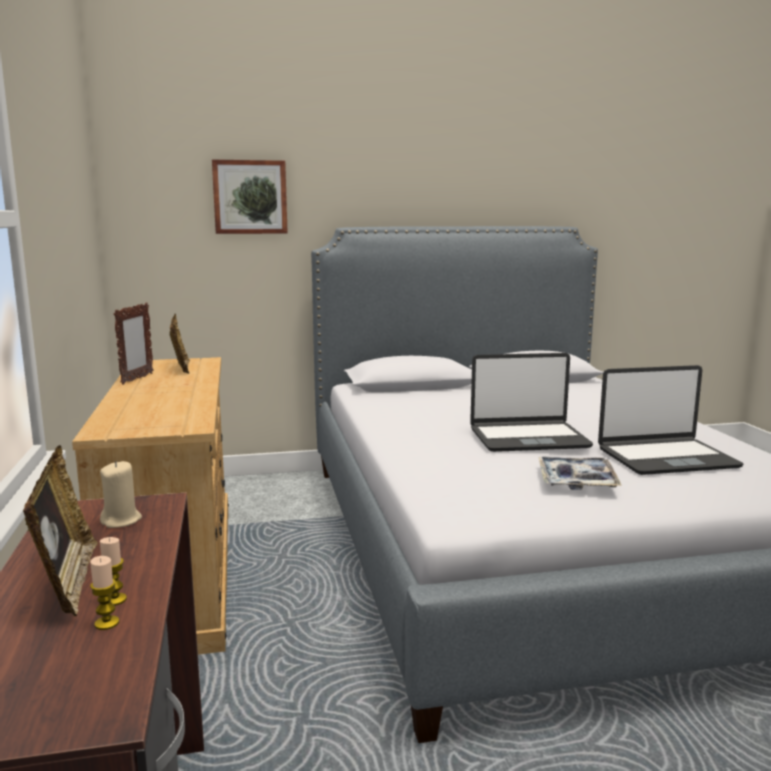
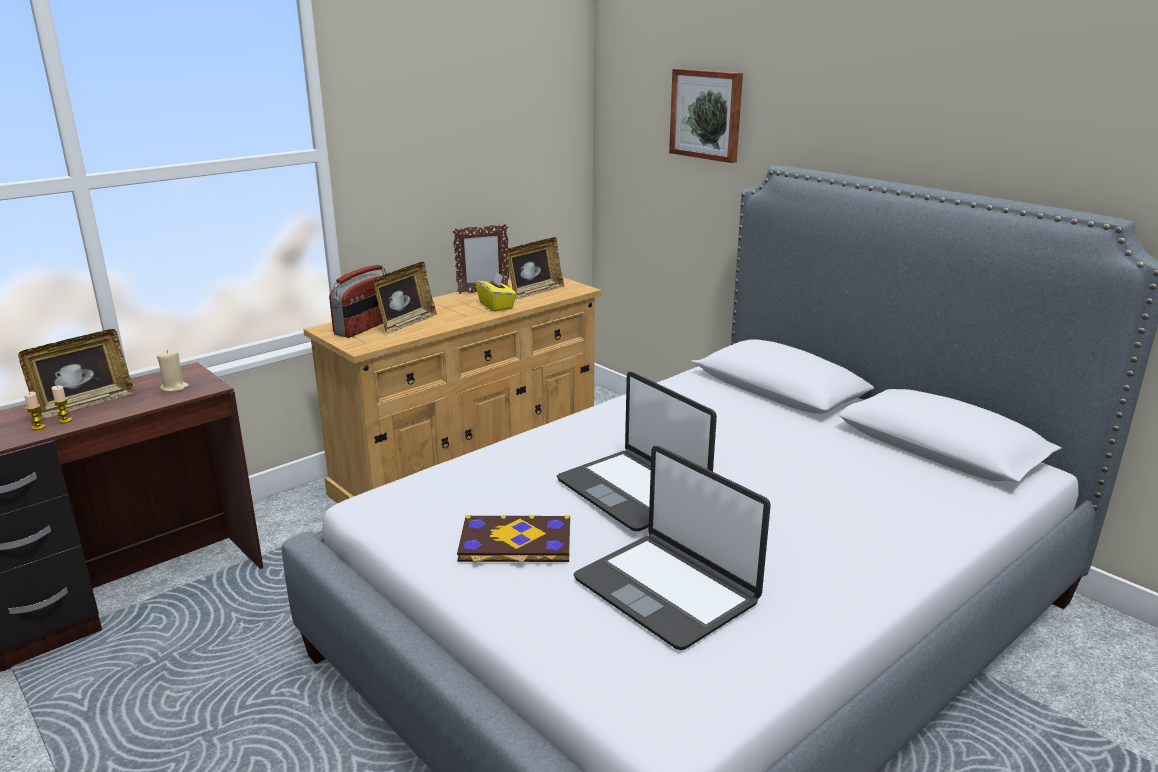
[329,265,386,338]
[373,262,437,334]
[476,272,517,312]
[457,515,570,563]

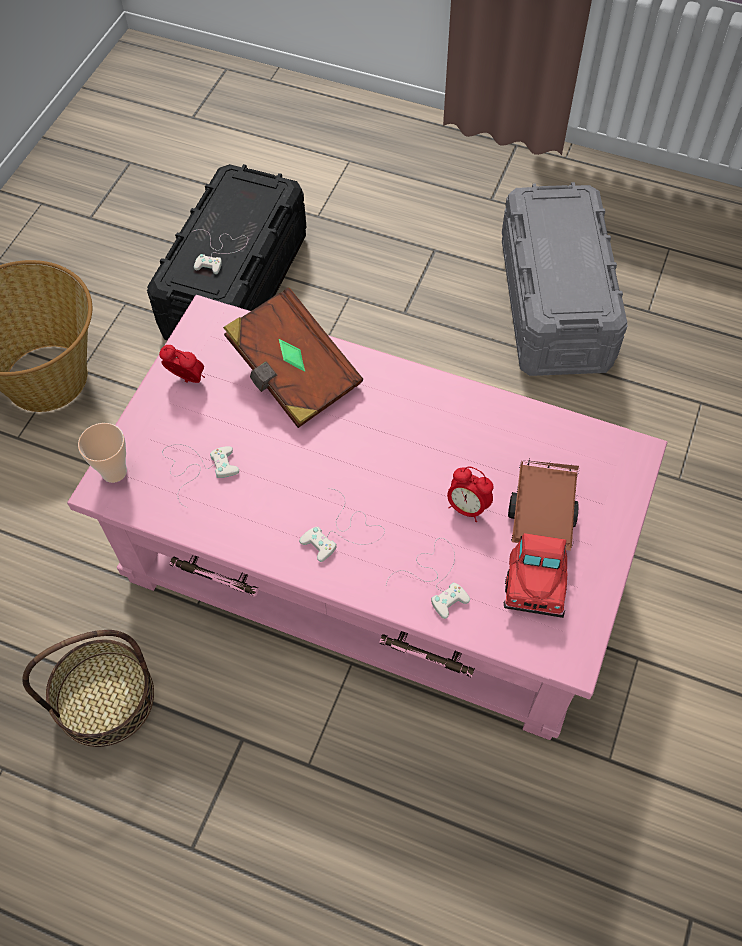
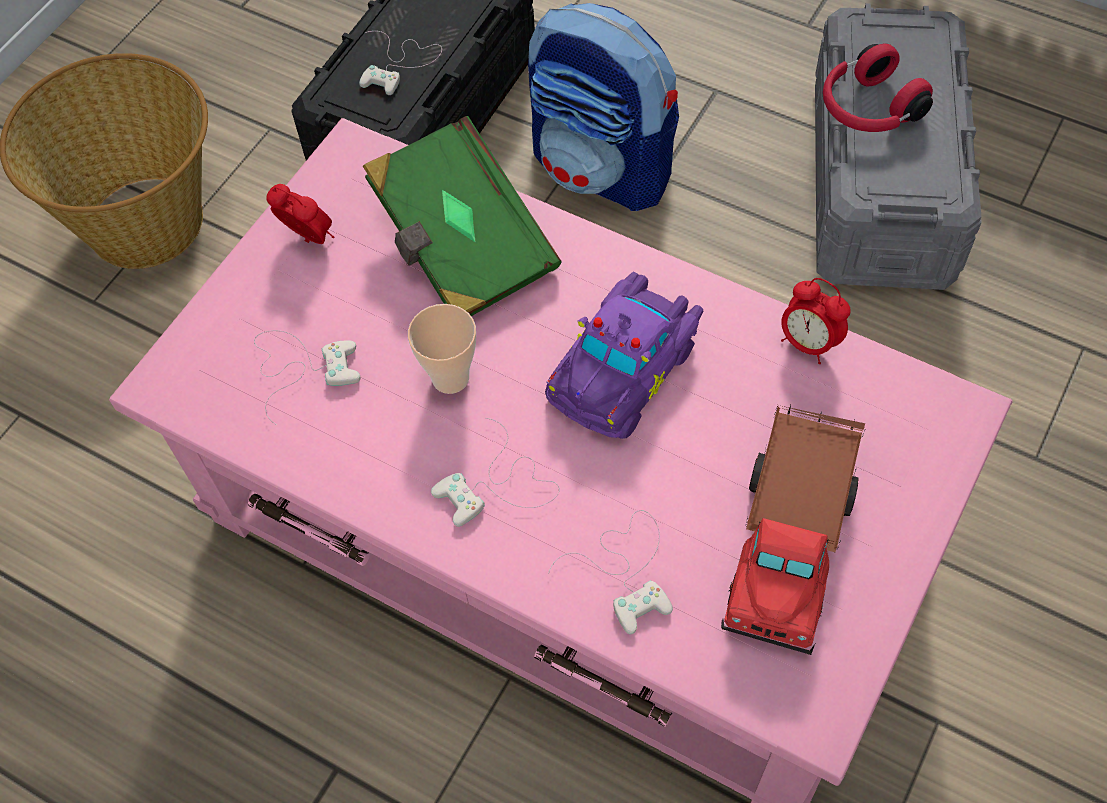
[22,630,154,747] (first image)
[528,3,679,211]
[545,272,703,439]
[823,43,933,132]
[408,304,476,394]
[781,278,851,364]
[363,116,561,316]

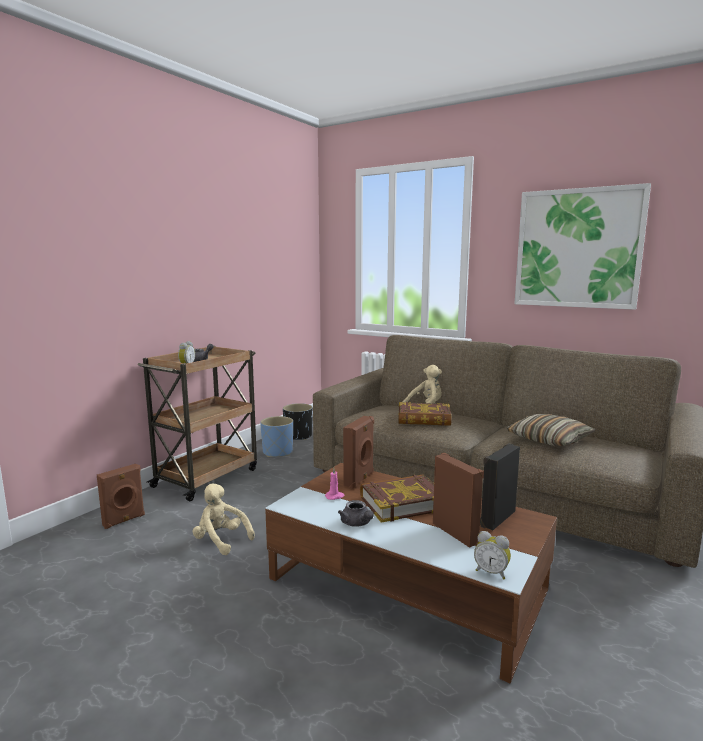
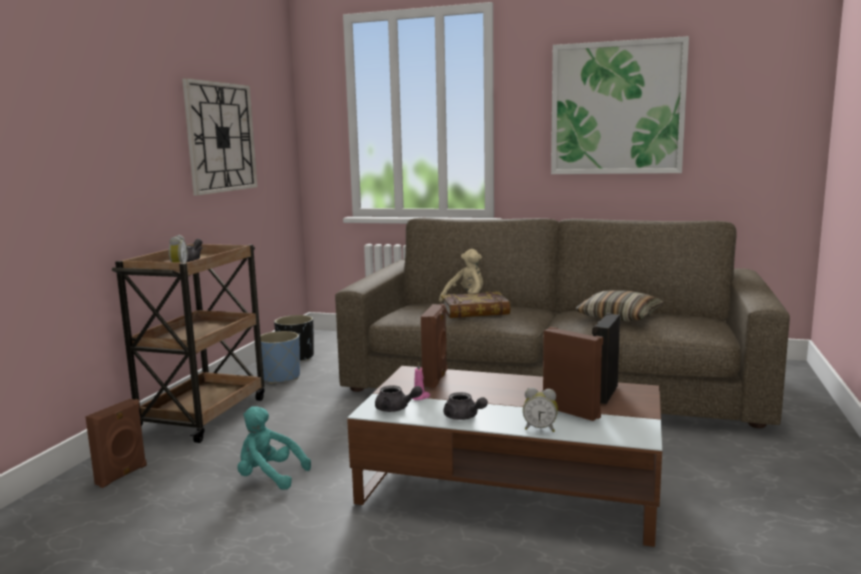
[360,475,434,522] (first image)
[182,78,257,196]
[375,385,423,412]
[523,388,558,432]
[237,406,311,490]

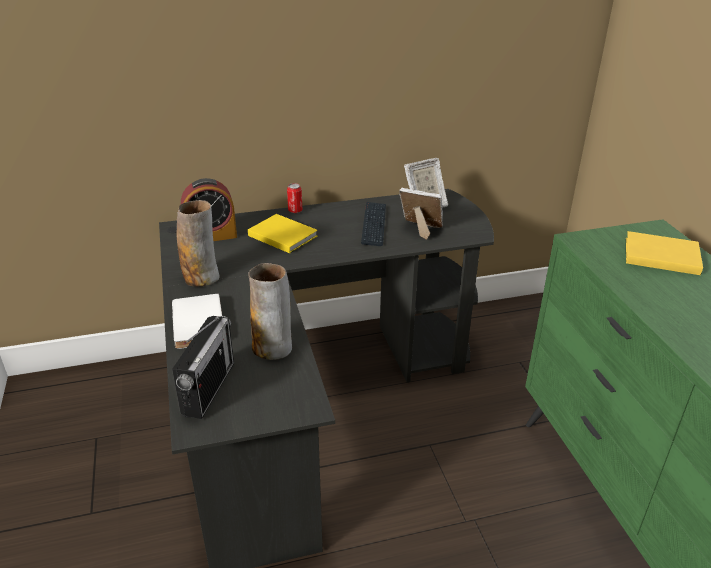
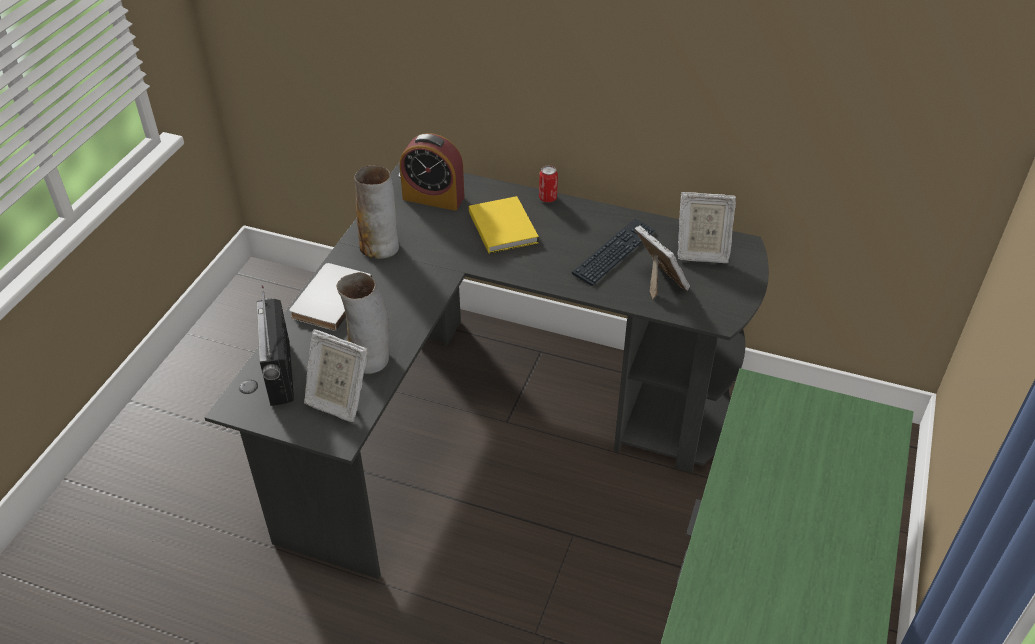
[626,231,703,275] (first image)
[304,329,368,422]
[257,286,294,406]

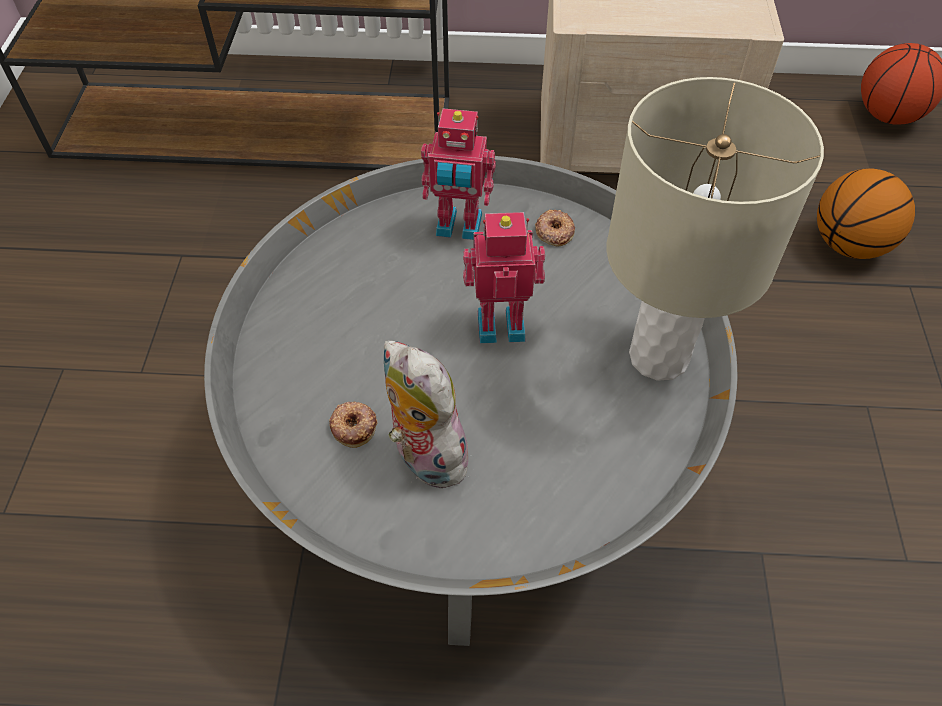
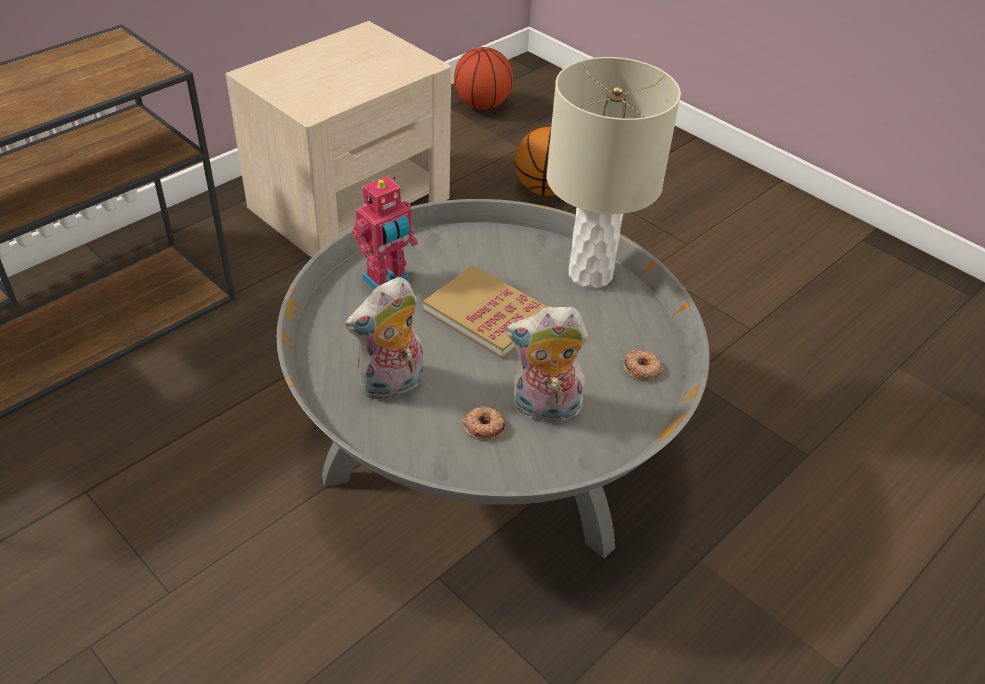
[346,277,423,400]
[624,349,663,381]
[423,265,547,359]

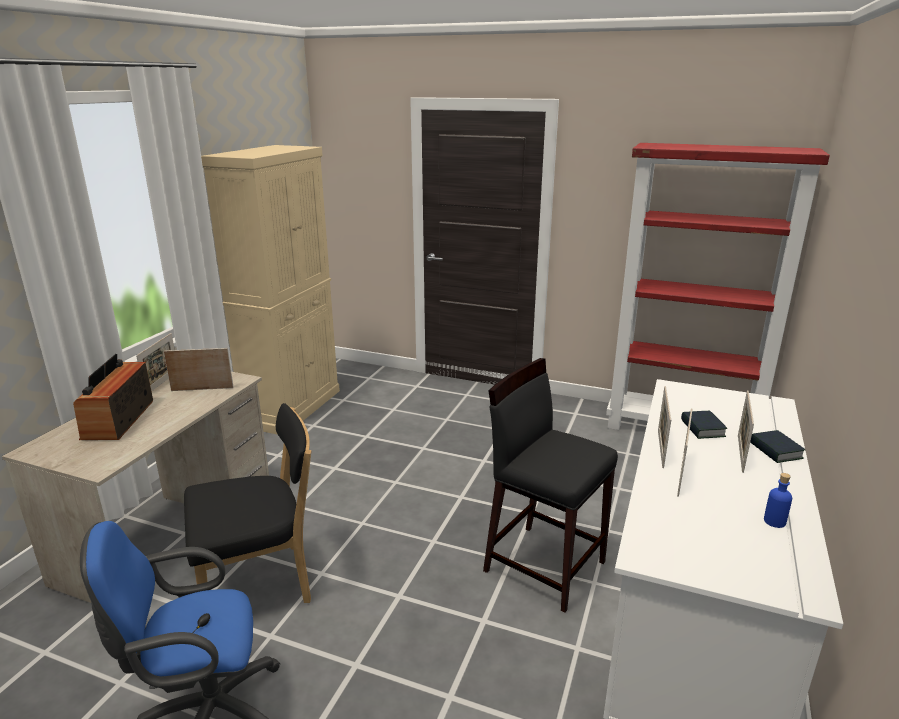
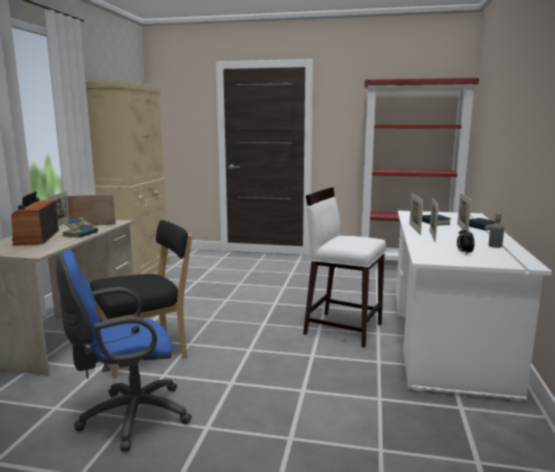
[62,217,98,238]
[457,227,474,255]
[303,187,386,348]
[489,213,504,248]

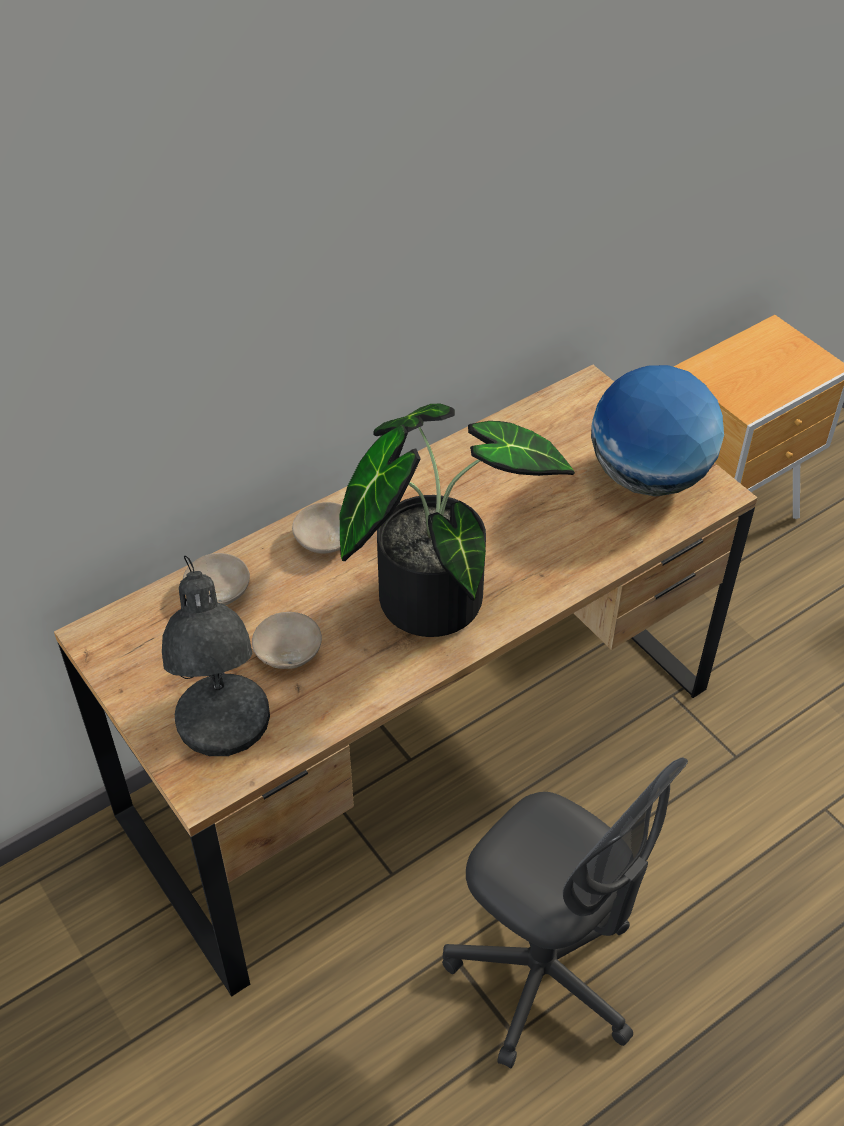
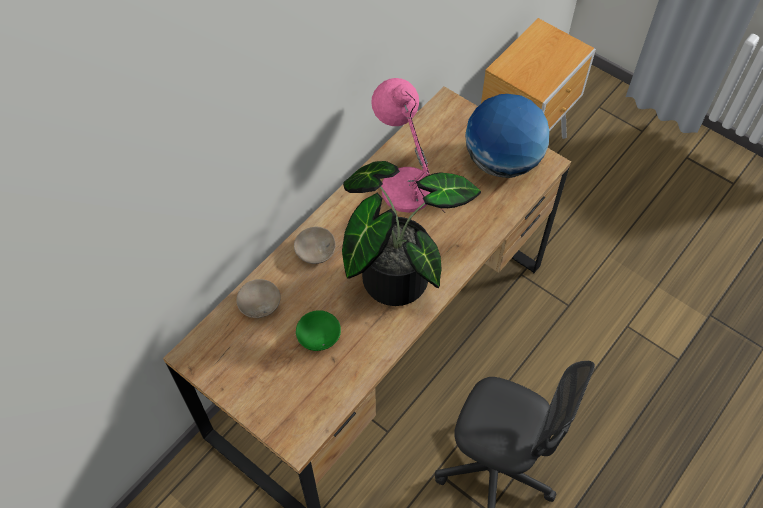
[162,556,270,756] (first image)
[371,78,445,213]
[296,310,341,351]

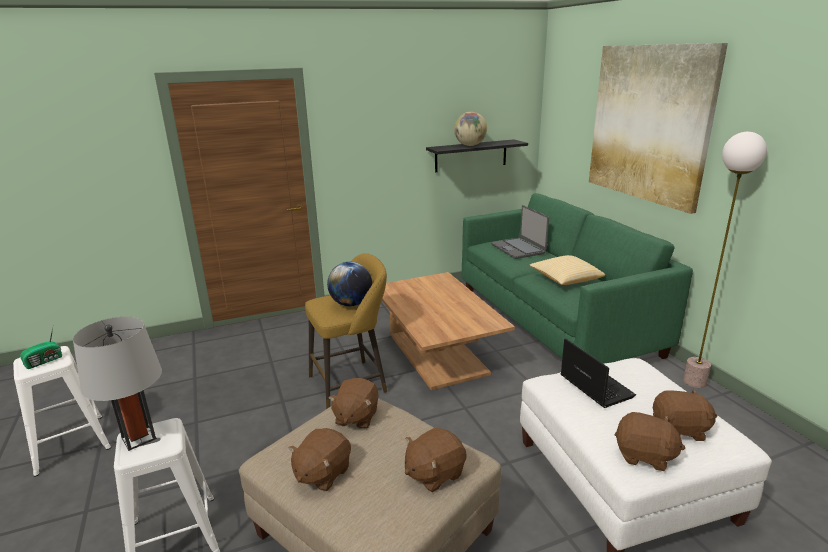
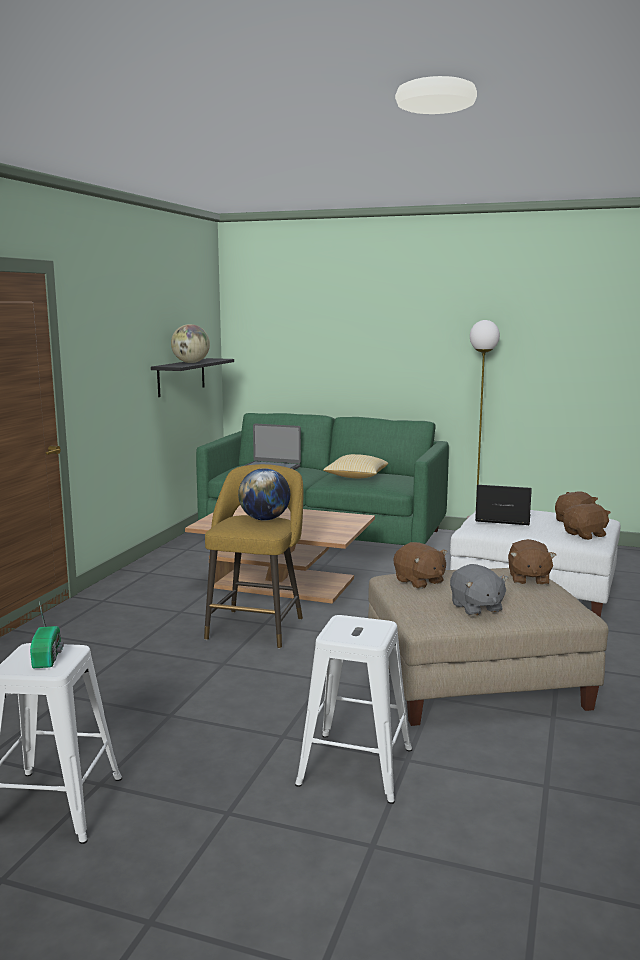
[73,317,162,451] (first image)
[589,43,728,214] (first image)
[450,564,508,616]

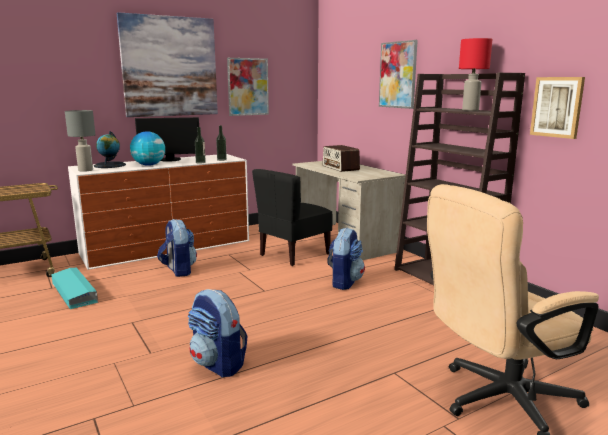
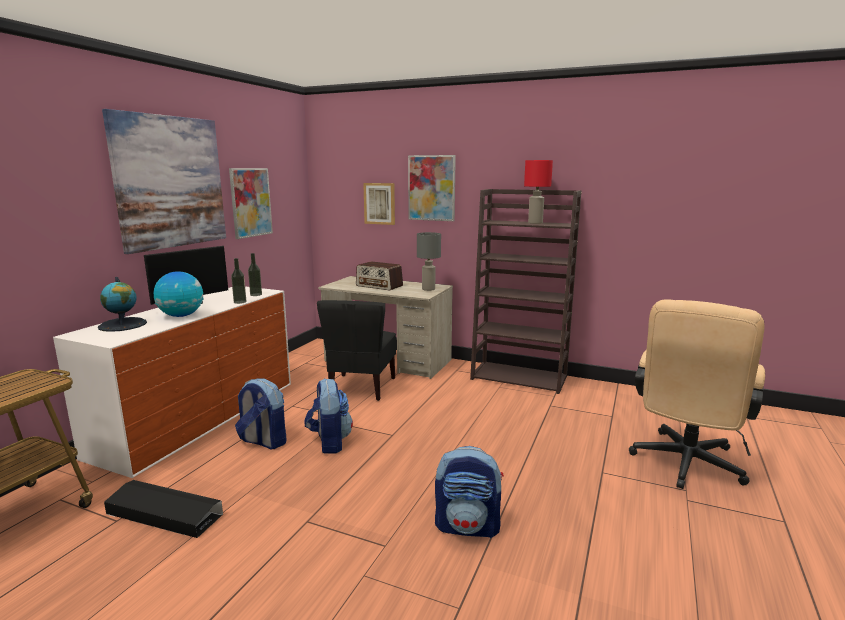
[417,232,441,291]
[304,378,353,454]
[363,183,395,225]
[104,480,223,538]

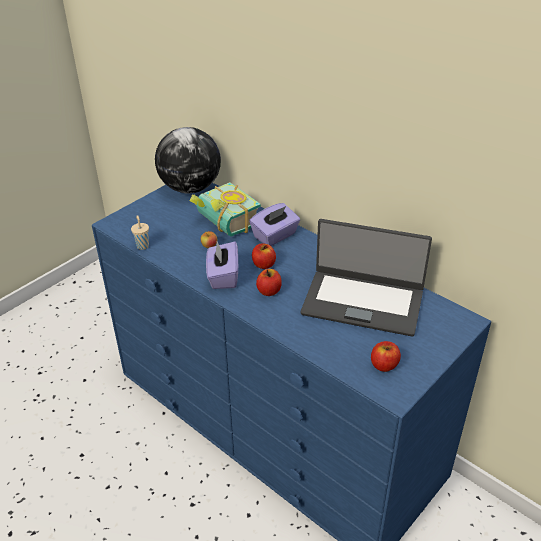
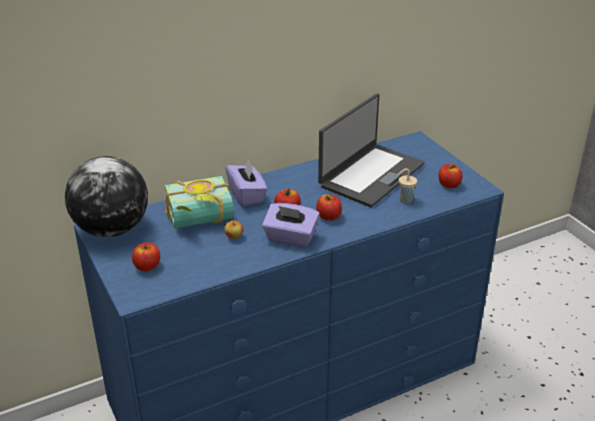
[132,242,160,271]
[397,168,417,204]

